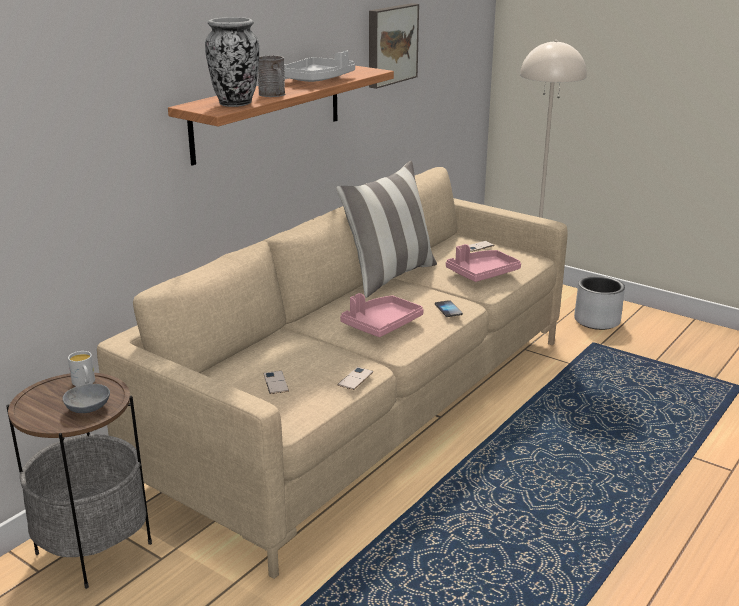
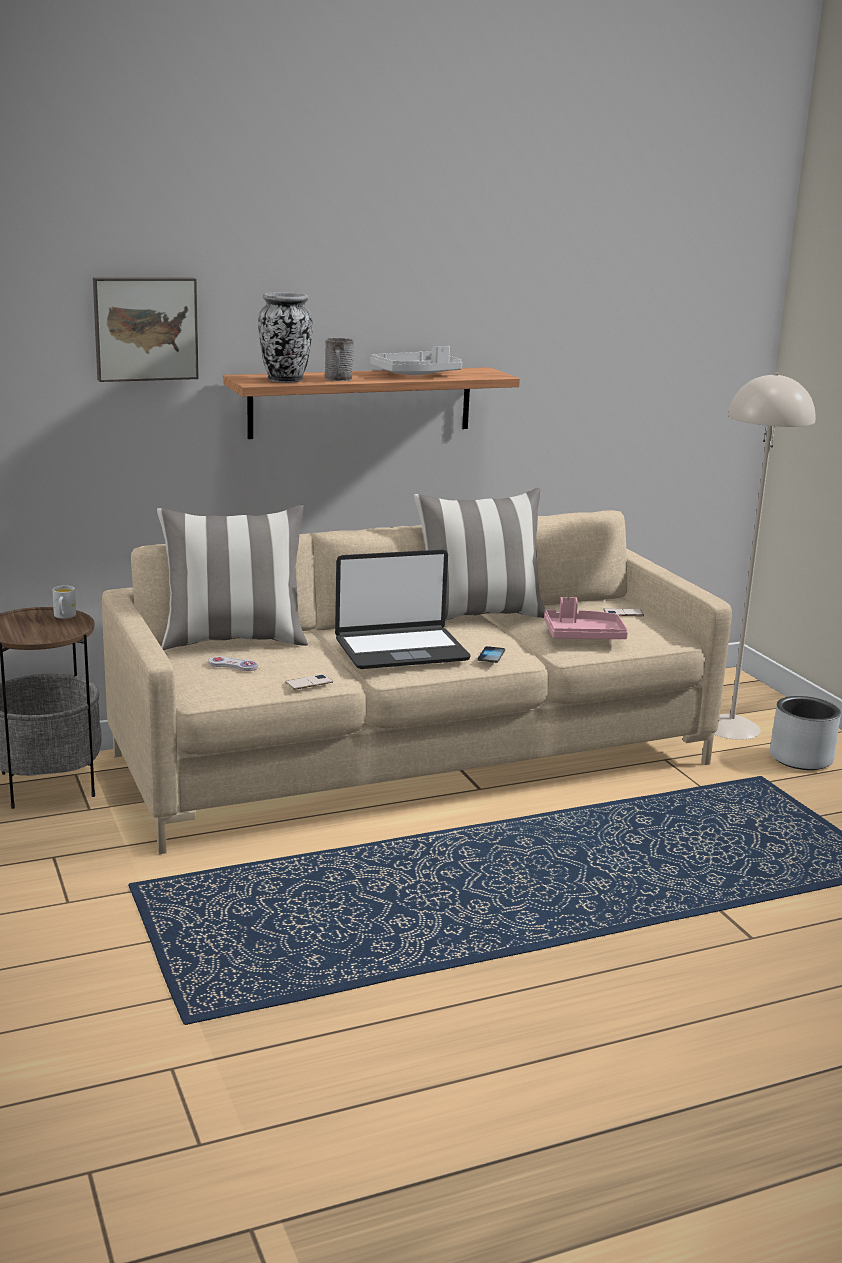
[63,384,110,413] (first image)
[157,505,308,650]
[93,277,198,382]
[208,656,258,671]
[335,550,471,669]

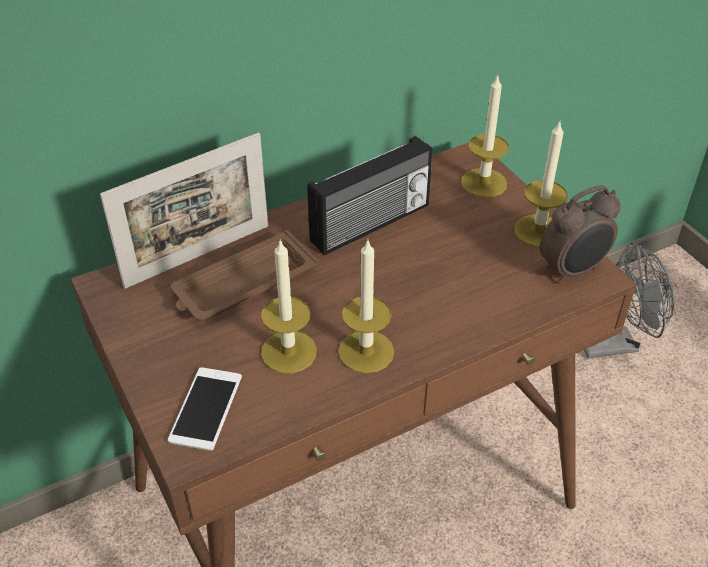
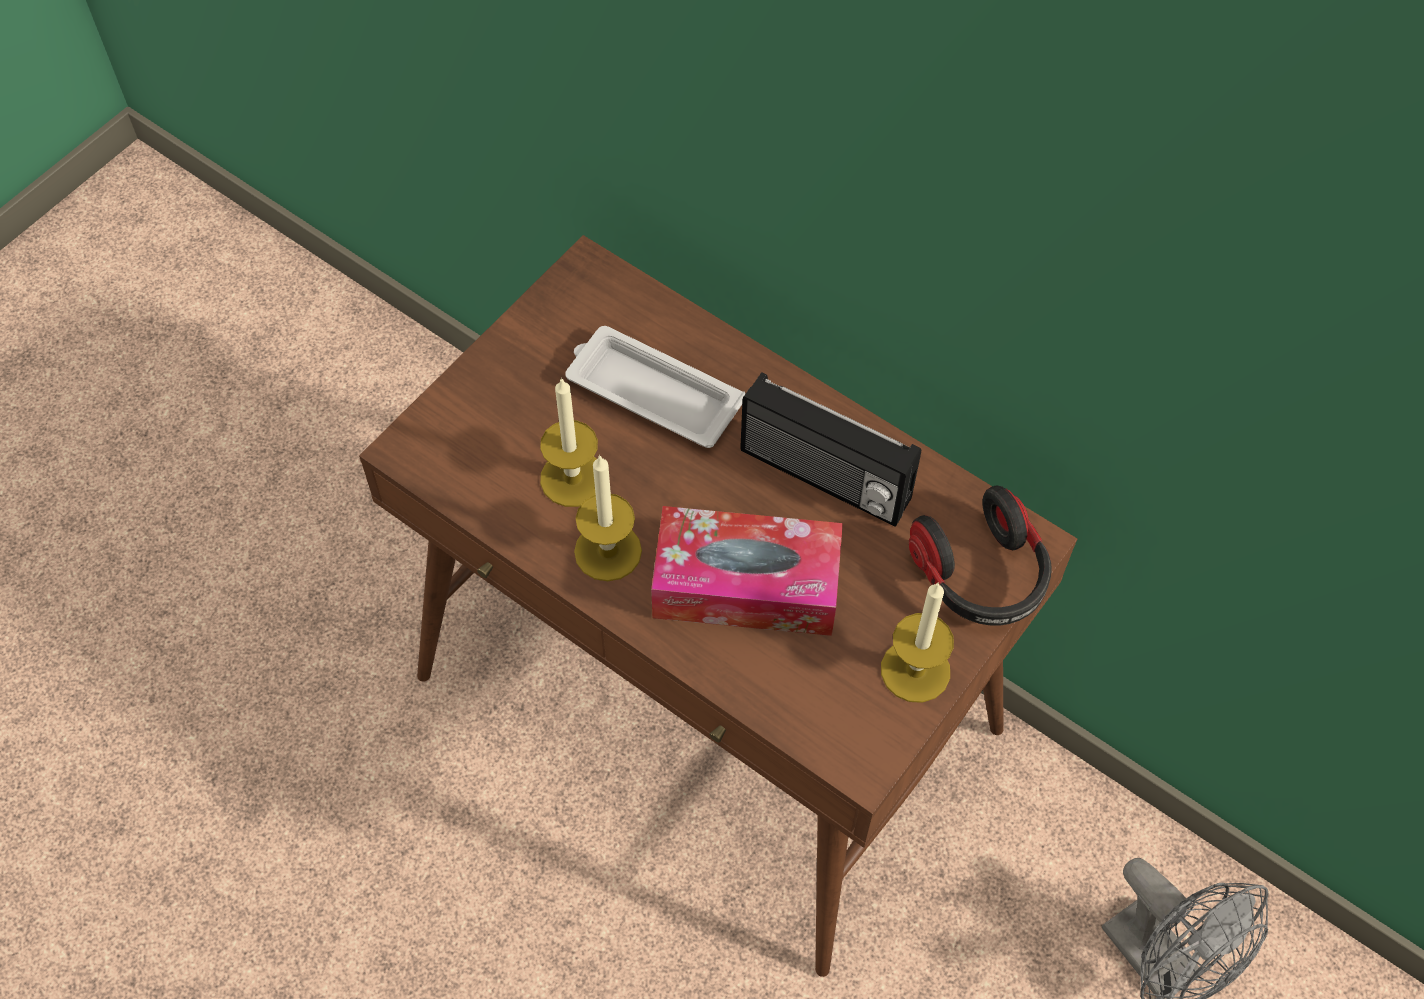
[100,132,268,289] (first image)
[168,367,242,451] (first image)
[539,185,621,284] (first image)
[651,506,843,636]
[909,485,1052,626]
[565,326,745,448]

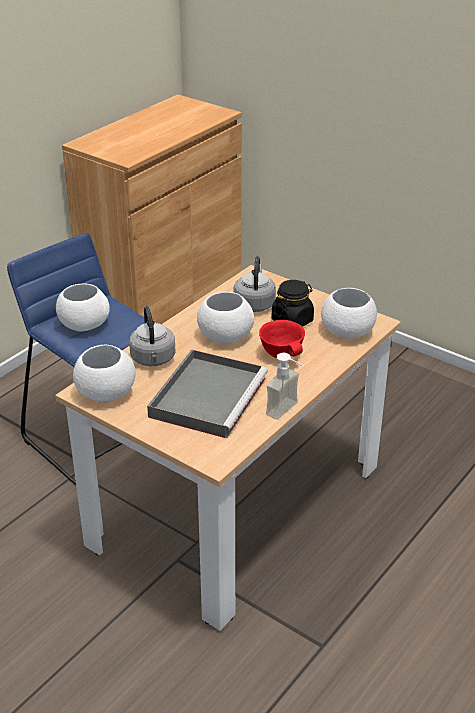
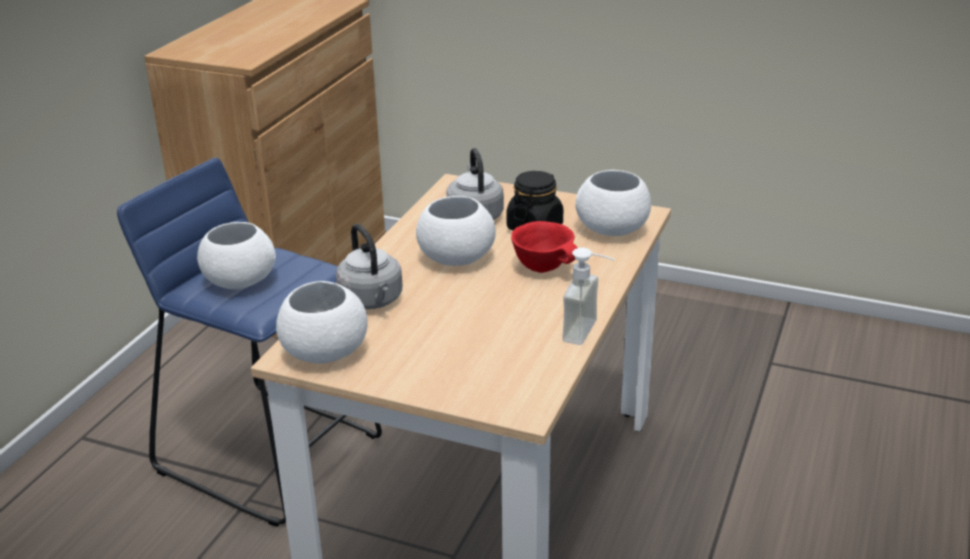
[147,350,268,438] (first image)

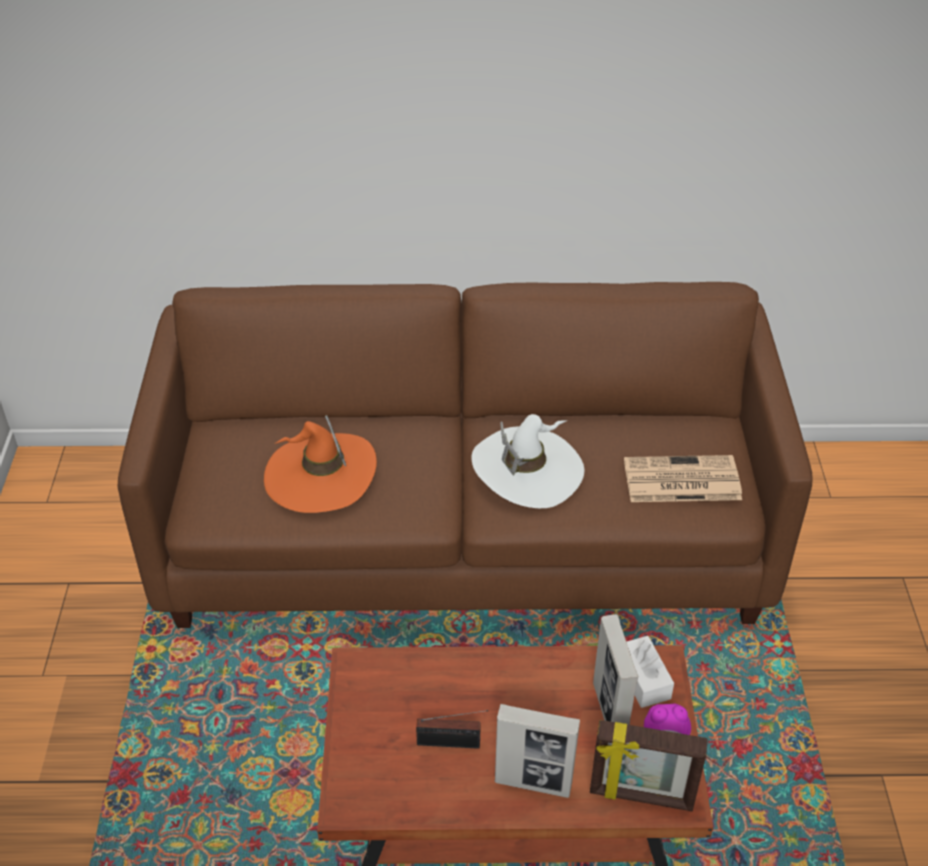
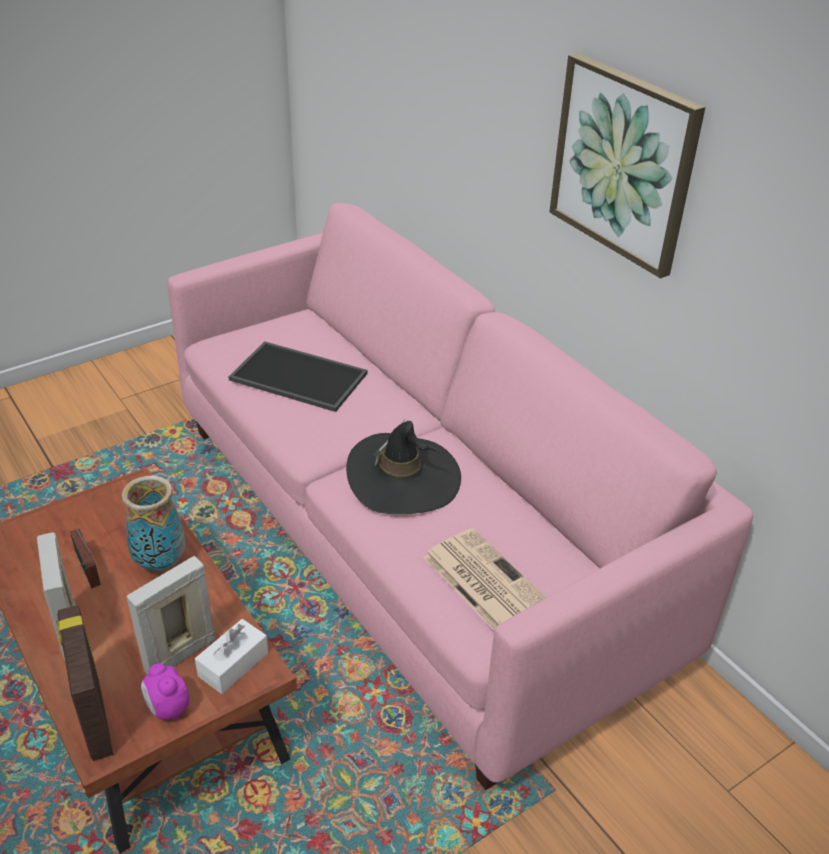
[122,476,186,571]
[549,53,705,278]
[228,341,368,412]
[168,203,753,790]
[346,419,461,514]

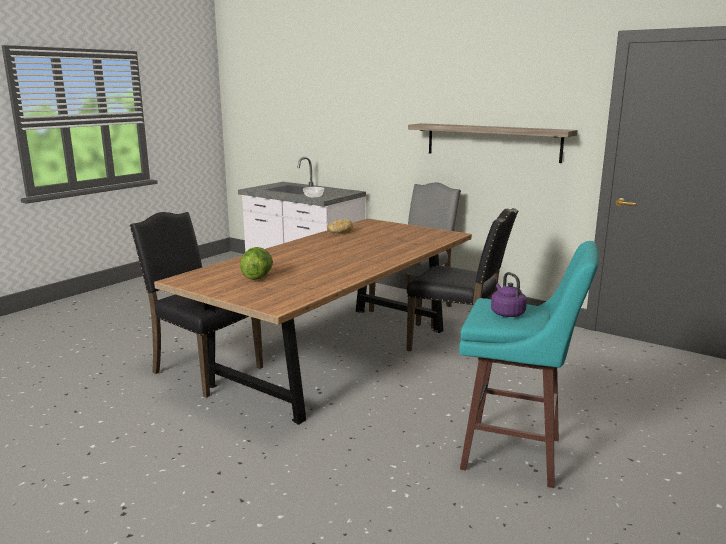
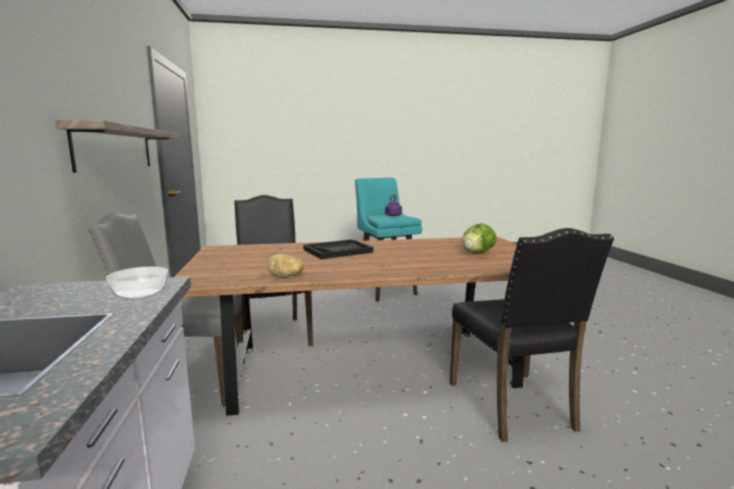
[303,239,373,259]

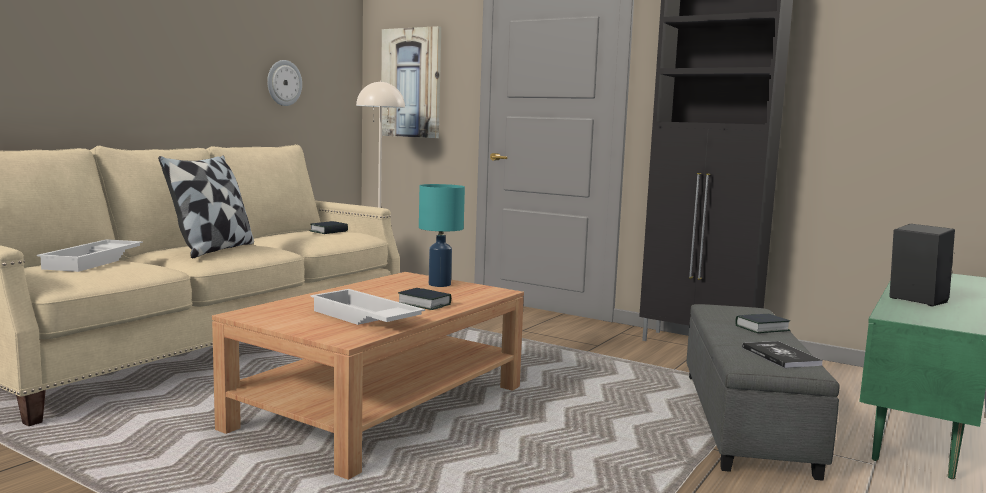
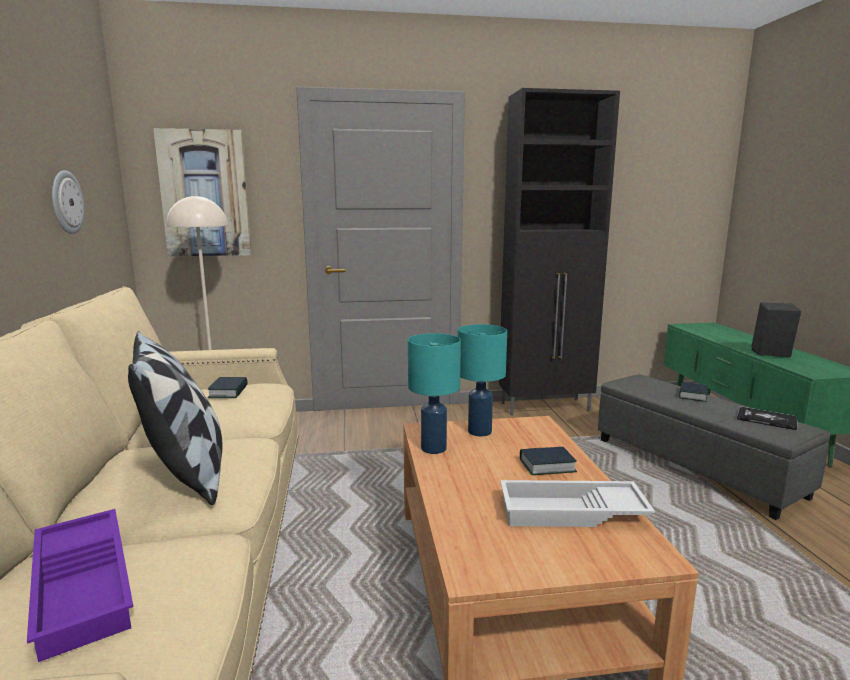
[408,333,461,454]
[27,509,133,662]

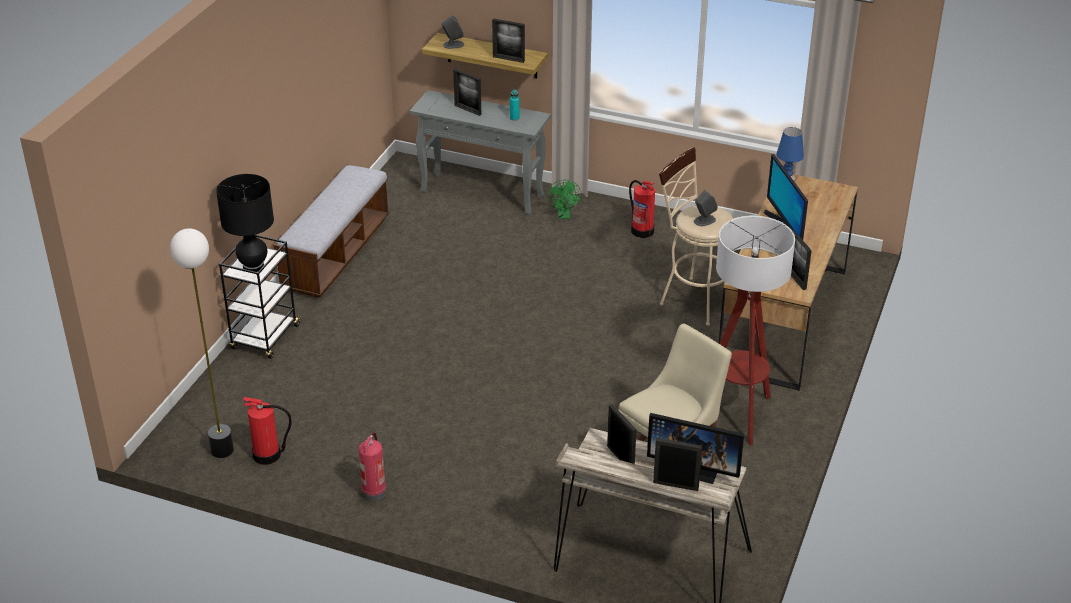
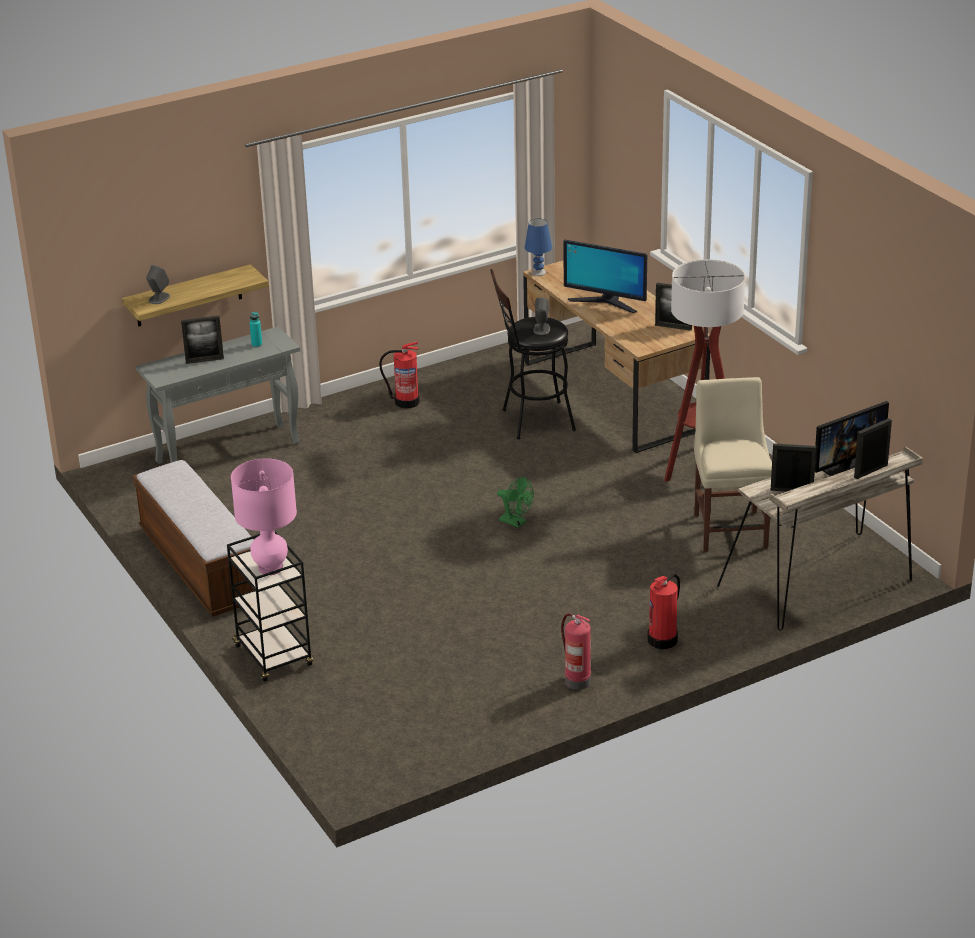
[170,228,234,458] (first image)
[492,18,525,63] (first image)
[648,574,680,649]
[497,476,534,528]
[231,458,297,575]
[490,269,576,439]

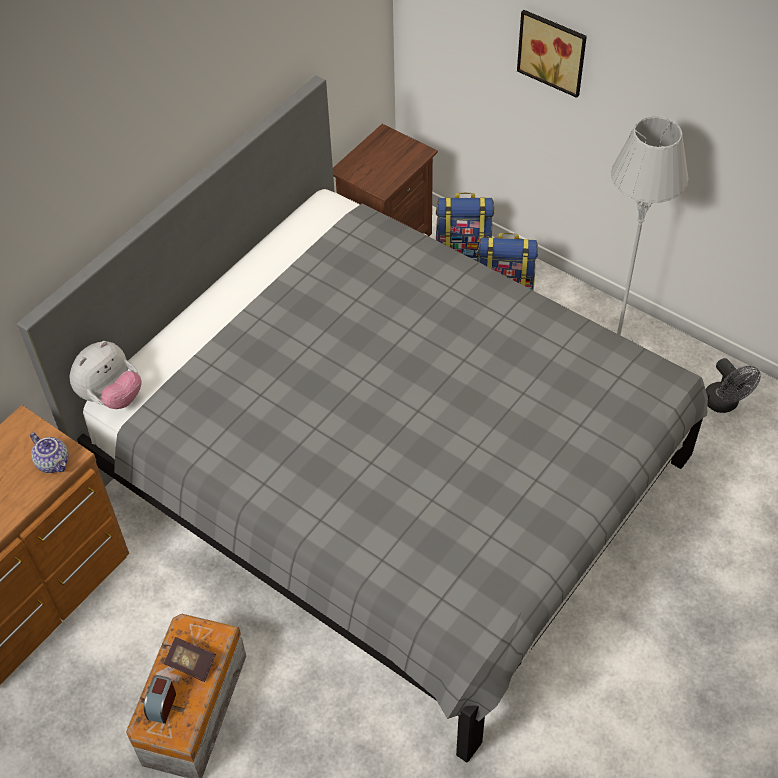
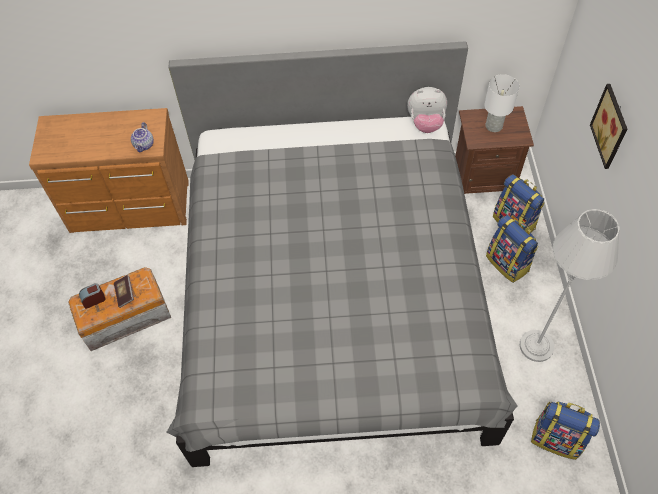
[484,74,519,132]
[407,87,447,133]
[531,401,600,460]

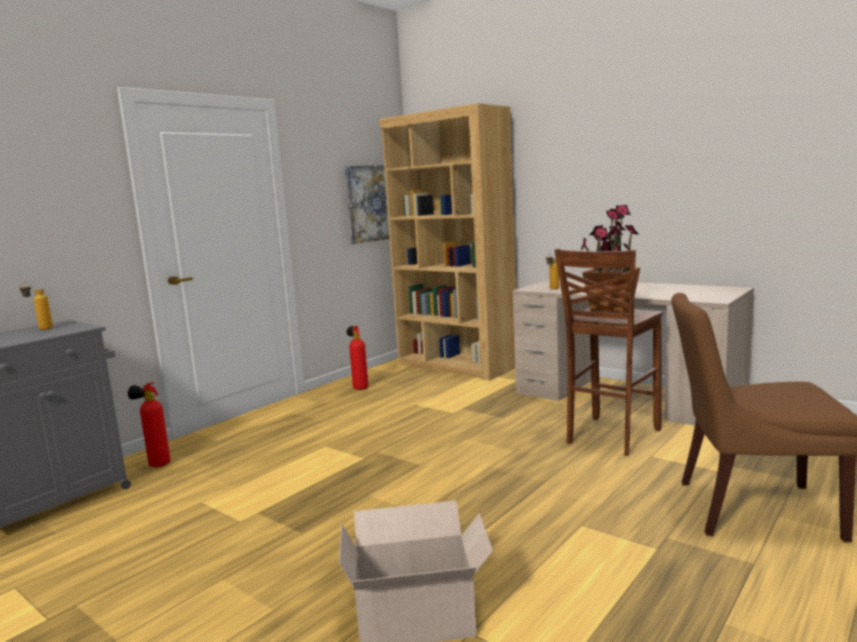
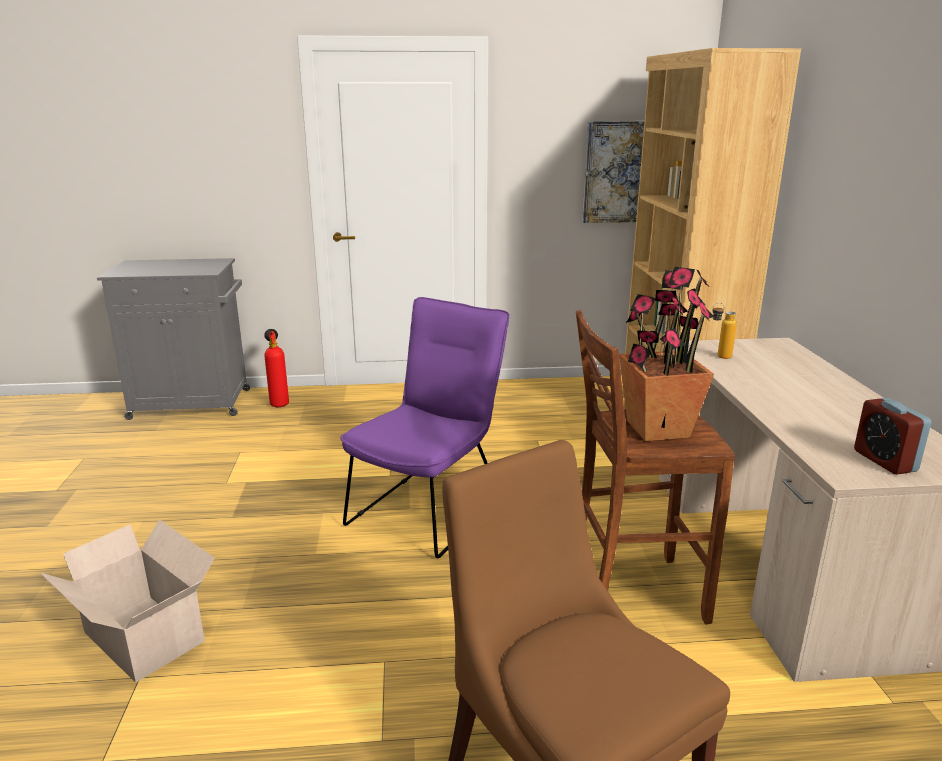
[19,282,53,330] (first image)
[347,326,368,390] (first image)
[340,297,510,558]
[854,398,931,475]

